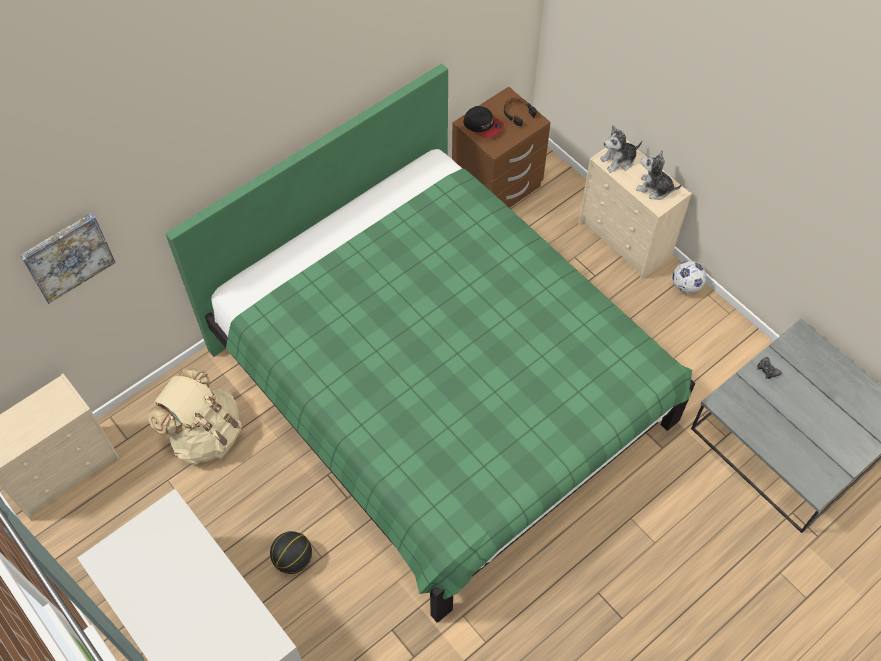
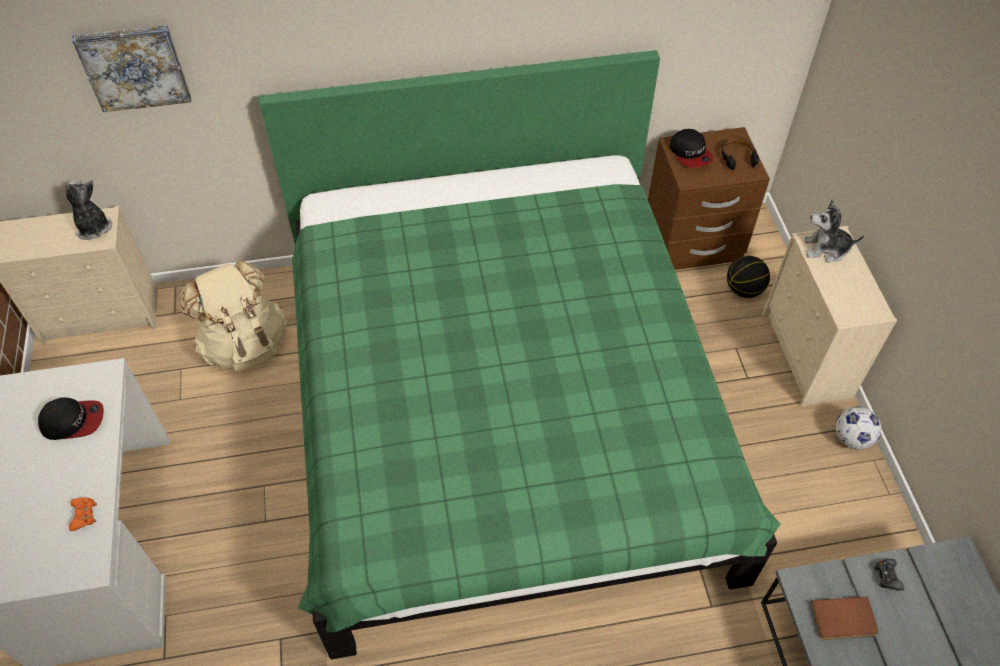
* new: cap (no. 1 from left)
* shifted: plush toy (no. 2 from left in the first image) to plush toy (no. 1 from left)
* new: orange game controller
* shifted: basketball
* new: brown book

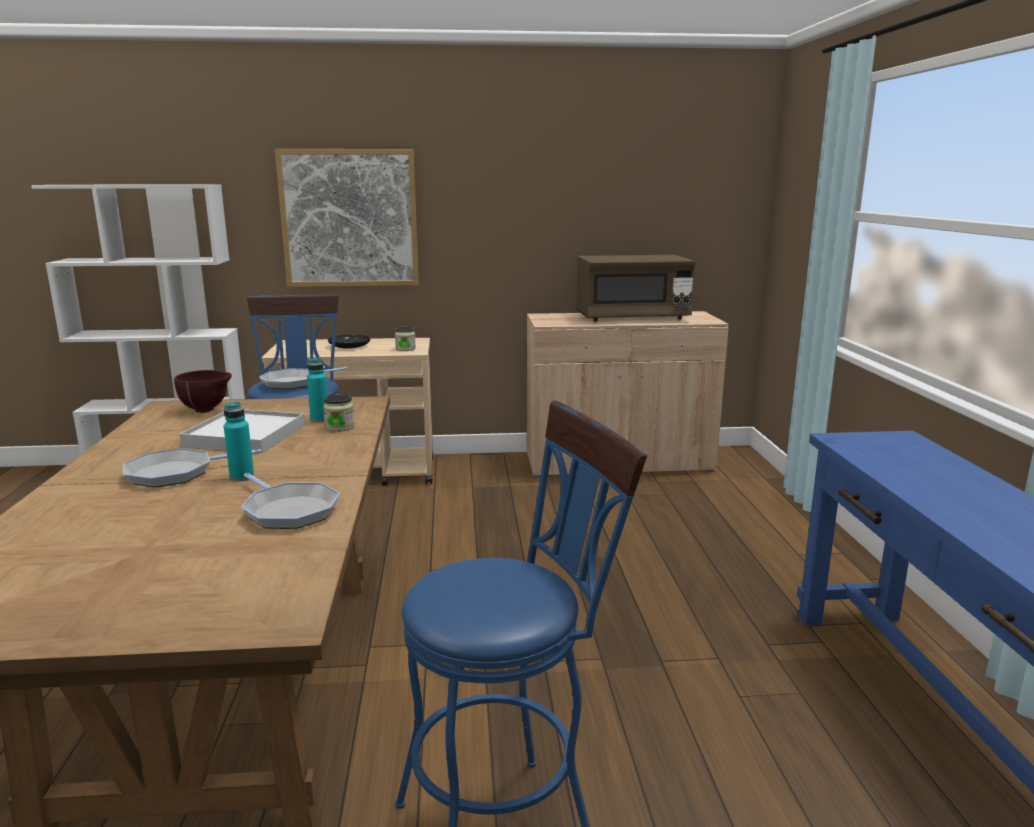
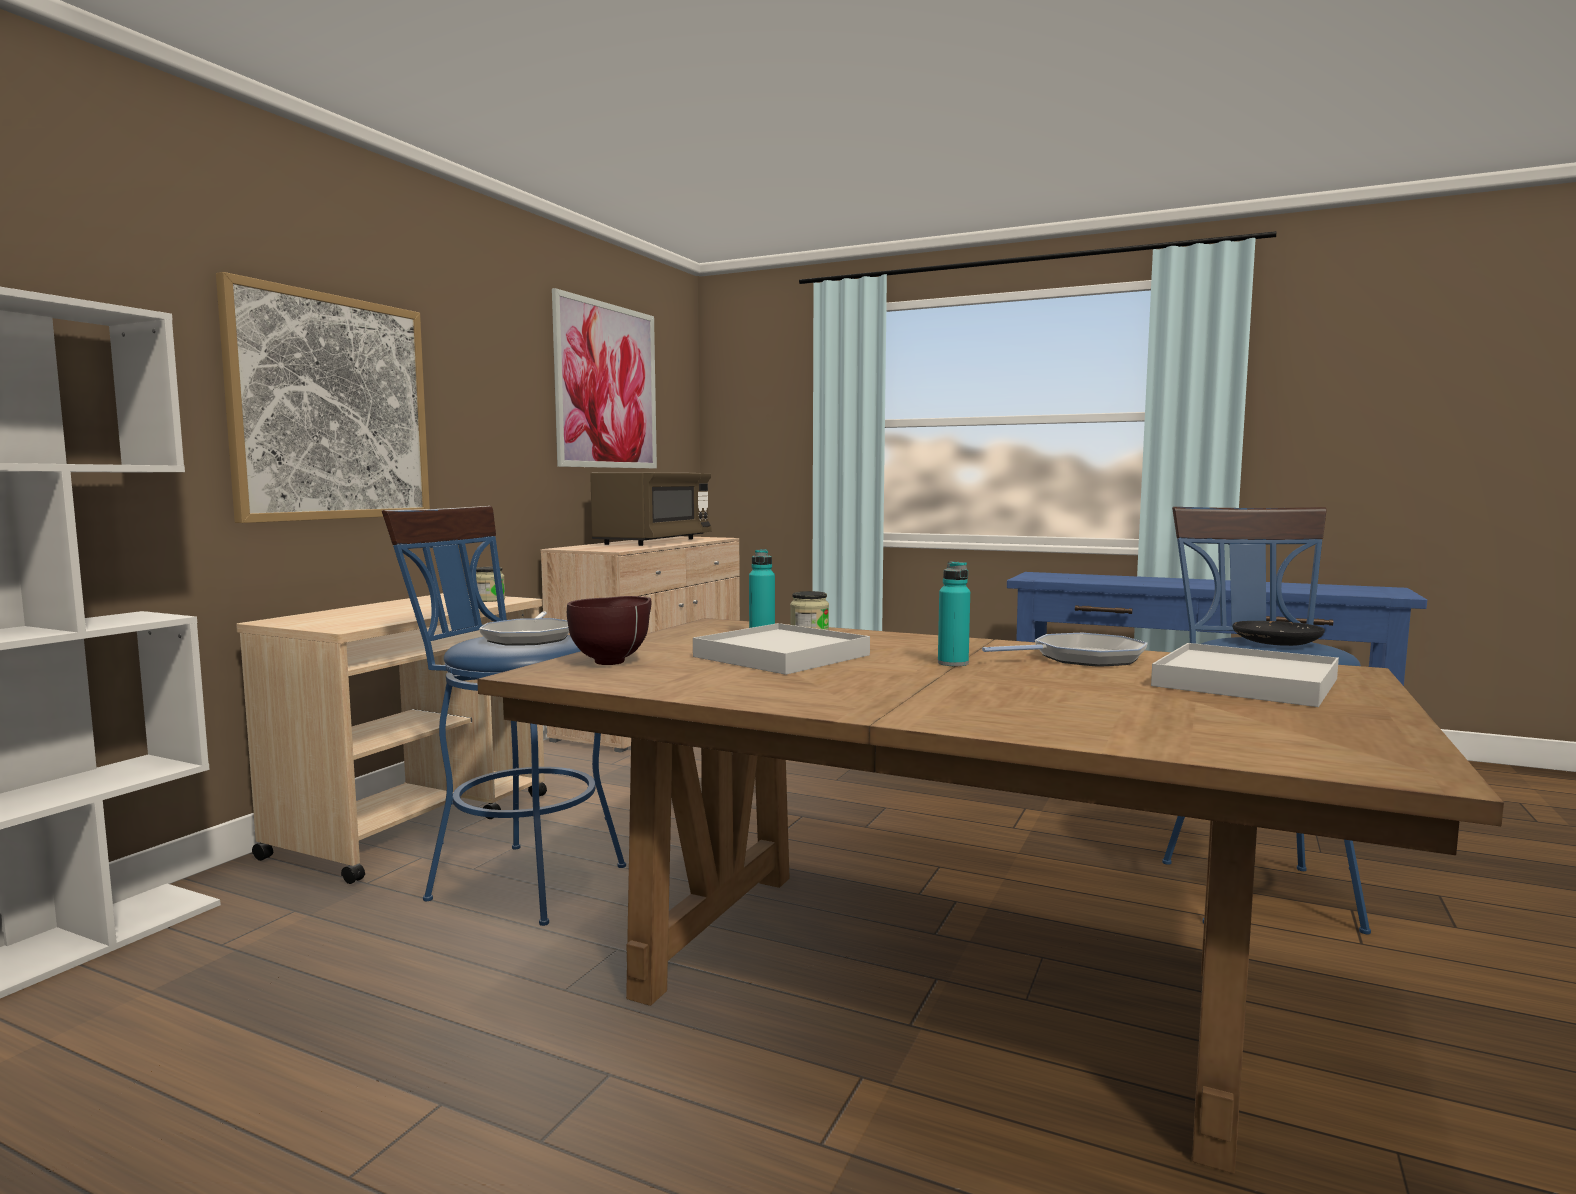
* new: picture (no. 2 from left)
* new: white tray (no. 2 from left)
* shifted: black plate
* gone: frying pan (no. 1 from left)

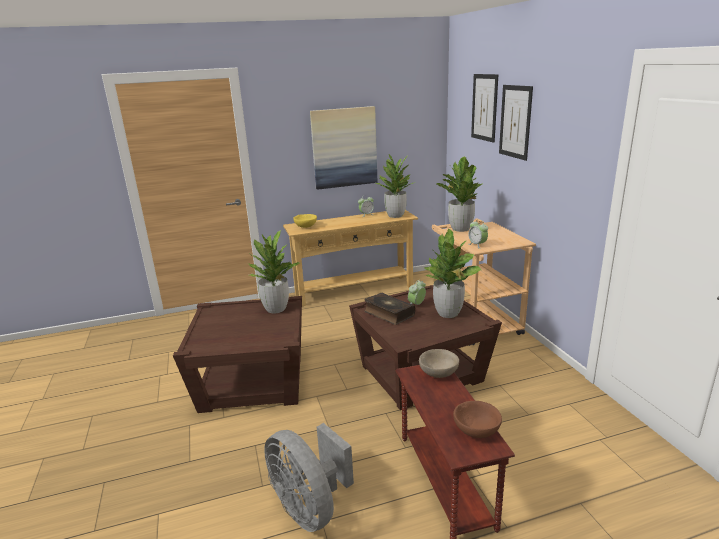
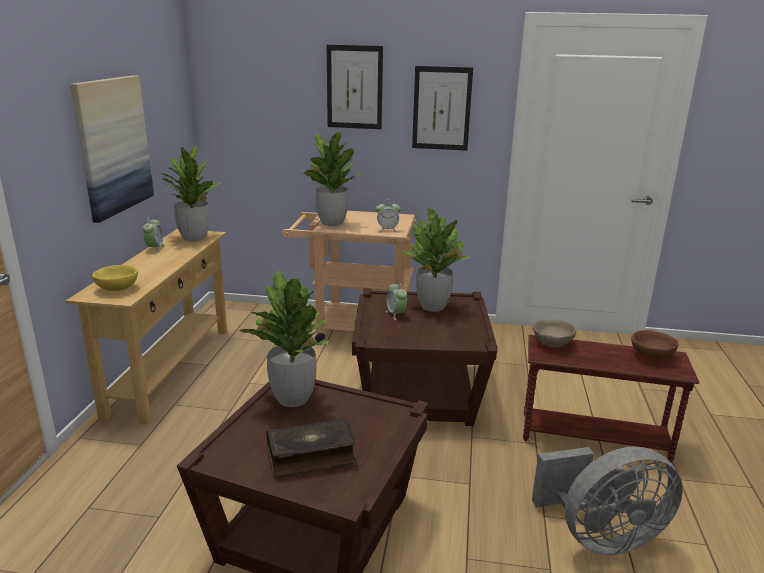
* shifted: book
* shifted: picture (no. 2 from left in the first image) to picture (no. 3 from left)

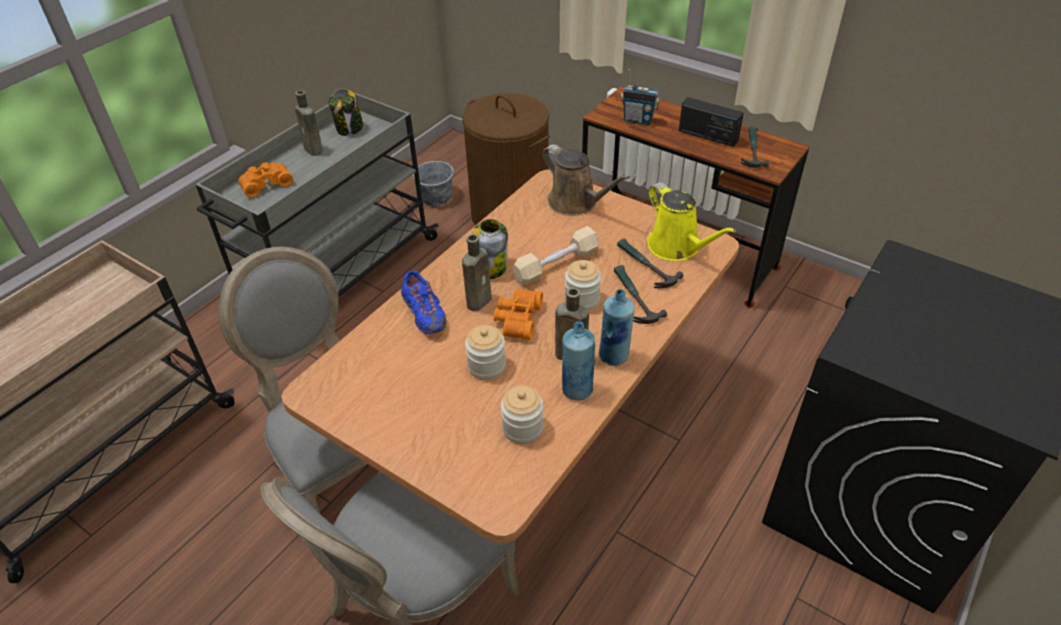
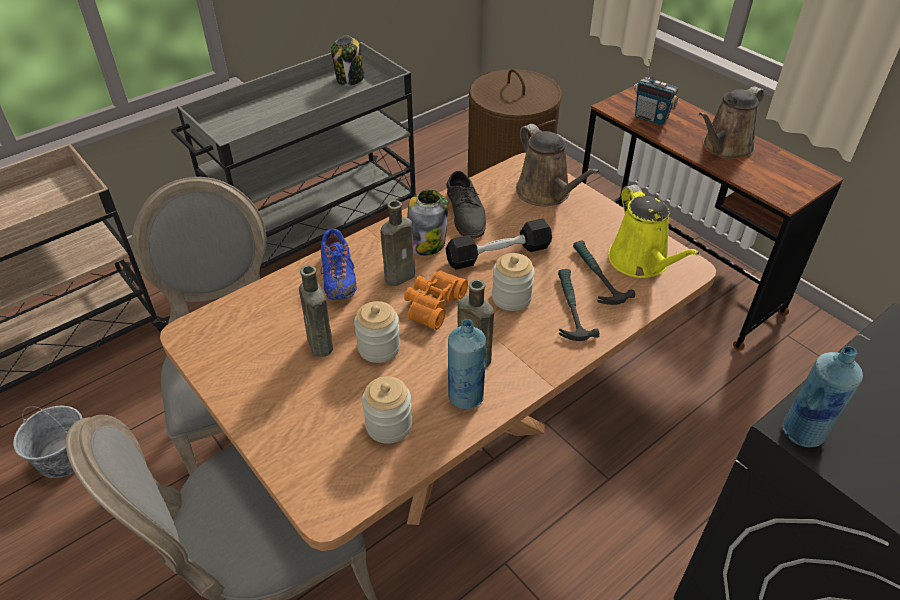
* shifted: grey bucket
* shifted: brown bottle (no. 1 from left)
* new: grey shoe
* repainted: beige dumbbell to black dumbbell
* swapped: radio (no. 2 from left) to brown watering can (no. 2 from left)
* shifted: blue bottle (no. 2 from left)
* gone: orange binoculars (no. 1 from left)
* gone: hammer (no. 3 from left)

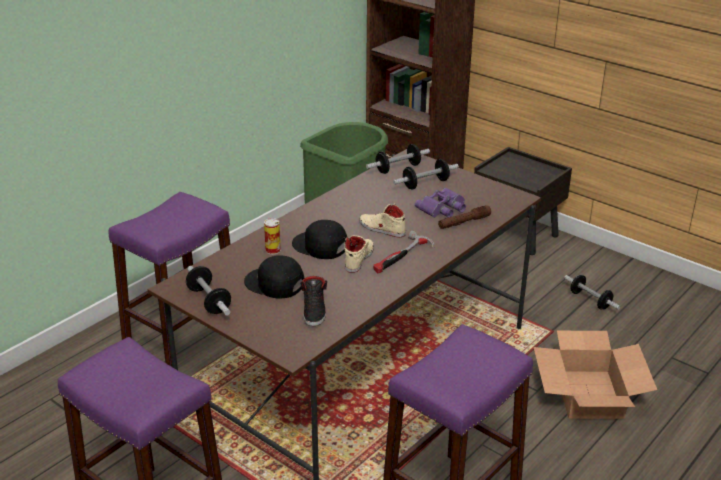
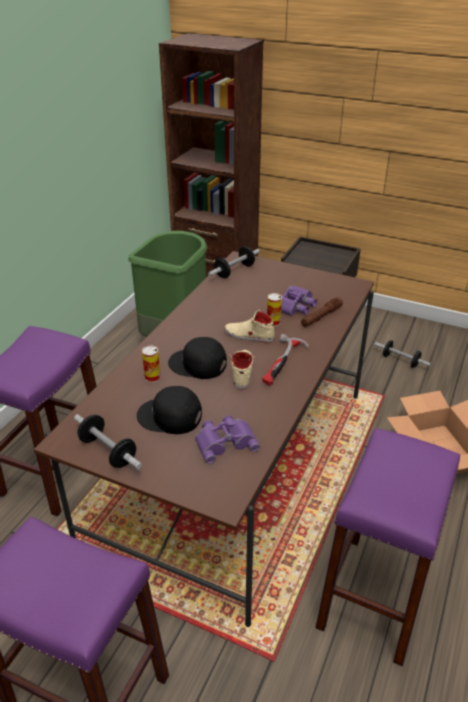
* swapped: black shoe to purple binoculars (no. 1 from left)
* new: can (no. 2 from left)
* gone: dumbbell (no. 3 from left)

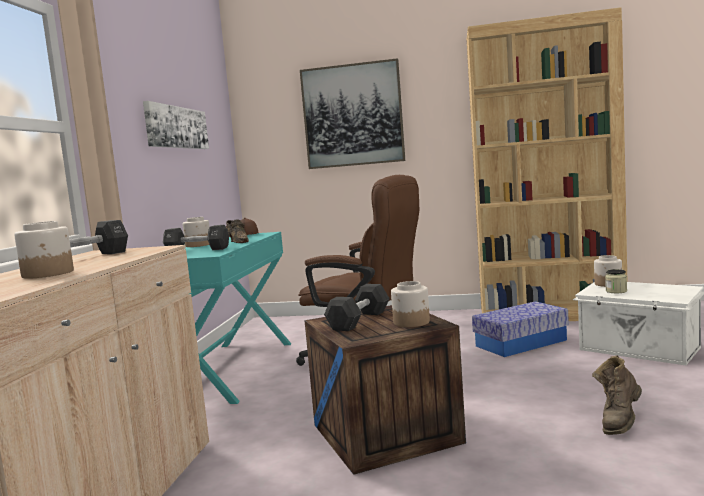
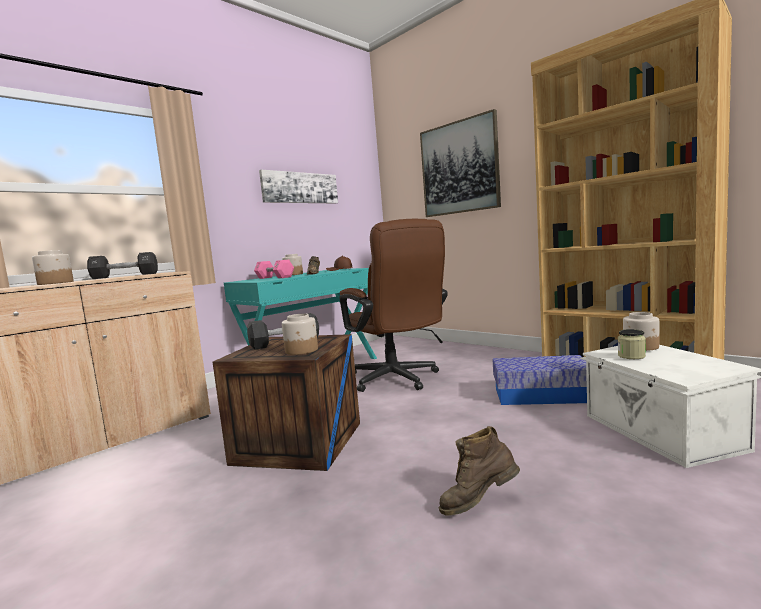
* repainted: black dumbbell (no. 2 from left) to pink dumbbell

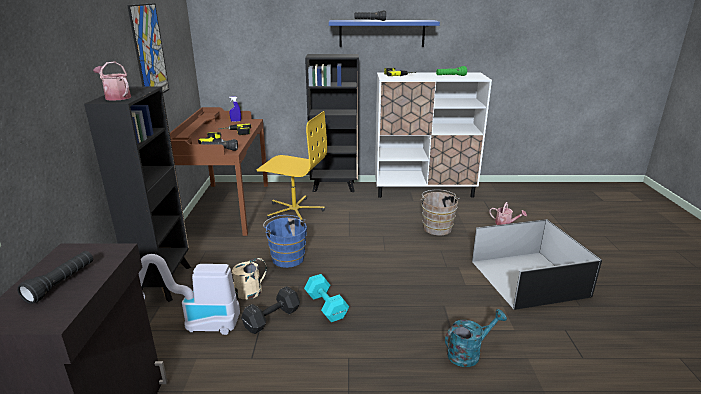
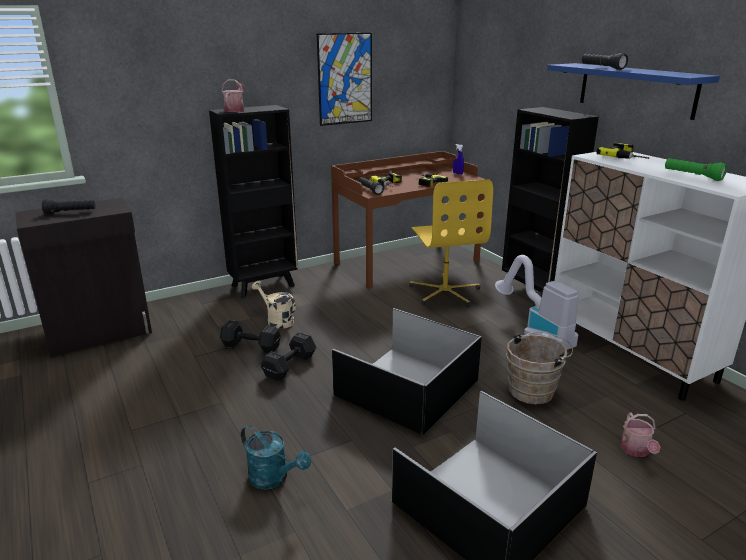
* repainted: turquoise dumbbell to black dumbbell (no. 2 from left)
* new: black storage box (no. 1 from left)
* shifted: vacuum cleaner
* gone: blue bucket

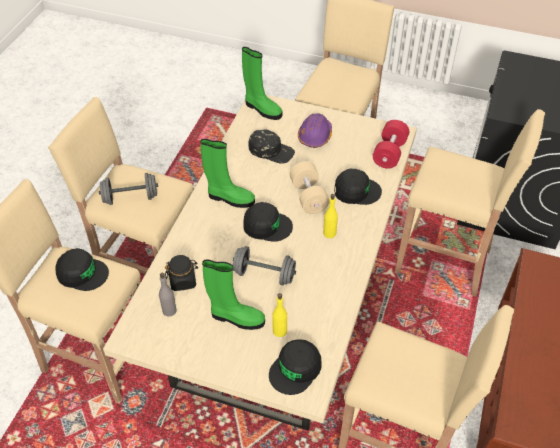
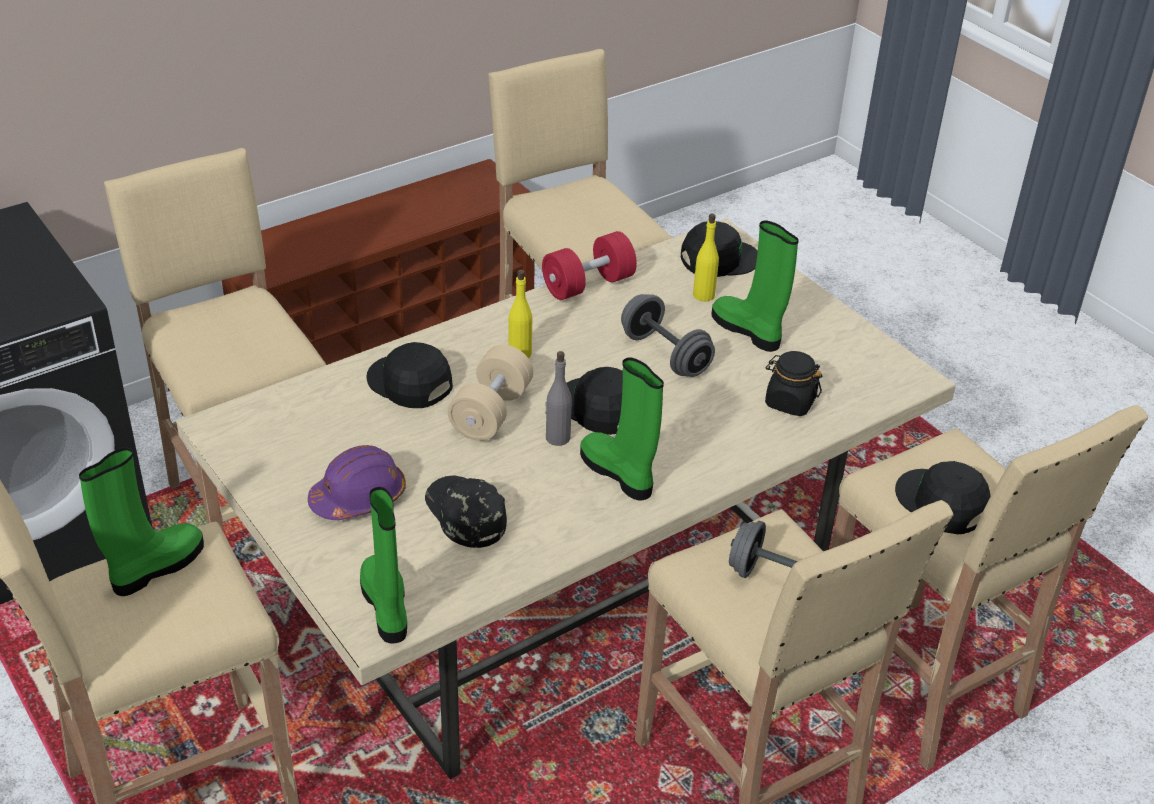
* new: green boot (no. 1 from left)
* shifted: red dumbbell
* shifted: grey bottle

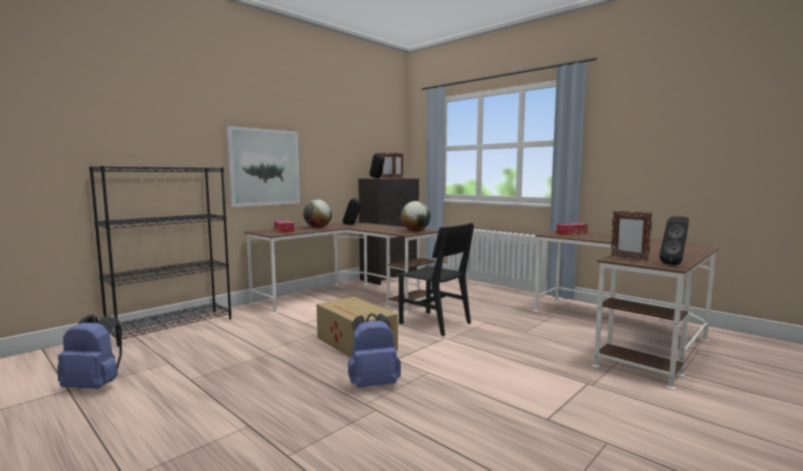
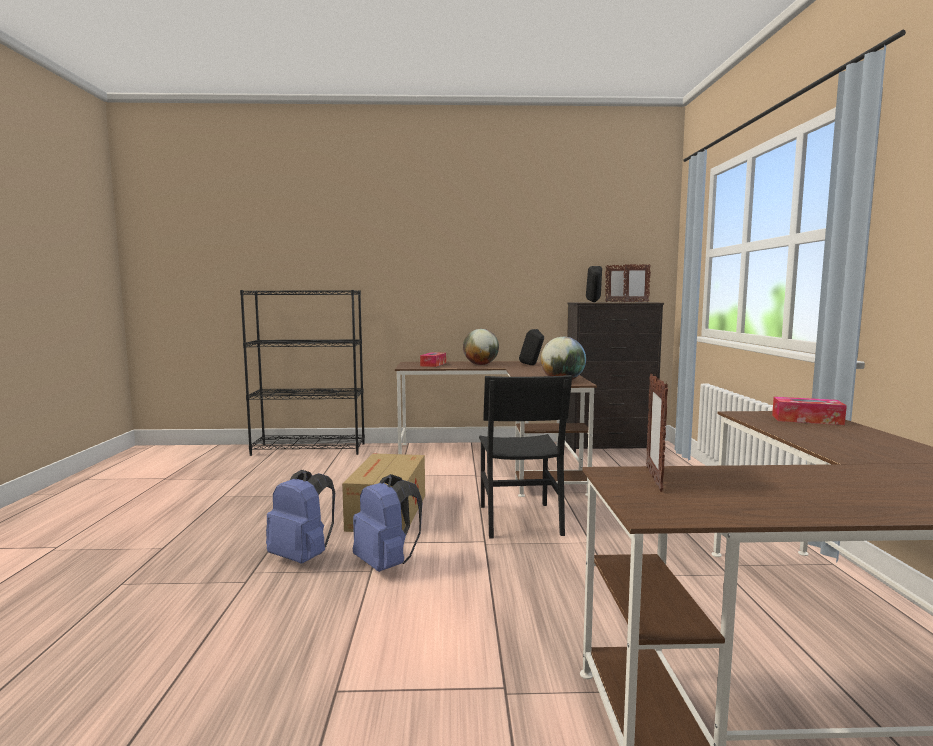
* shifted: blue backpack (no. 1 from left in the first image) to blue backpack (no. 2 from left)
* gone: picture
* gone: black speaker (no. 3 from left)

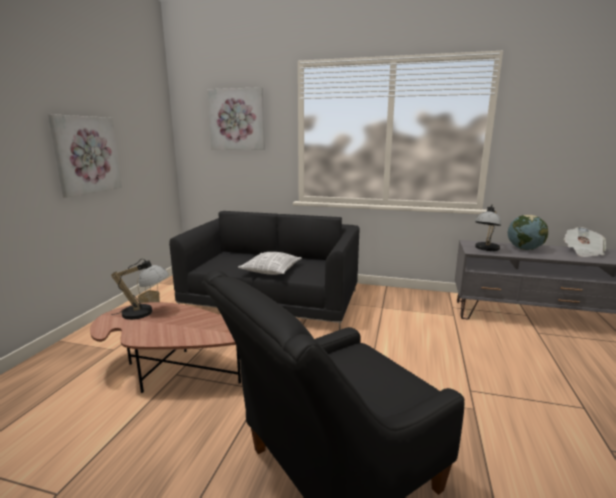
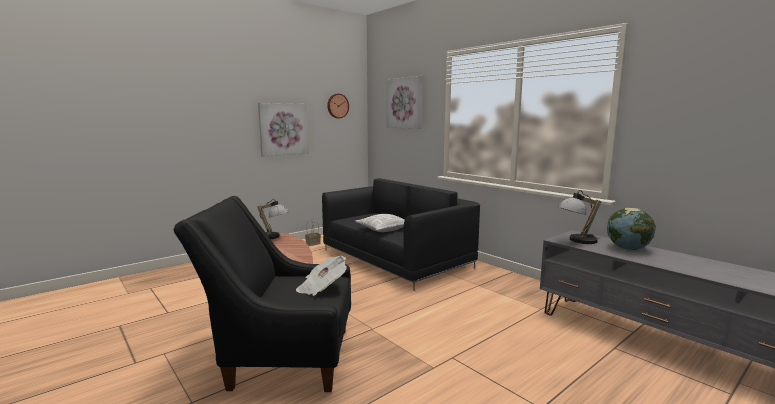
* shifted: newspaper
* new: wall clock

